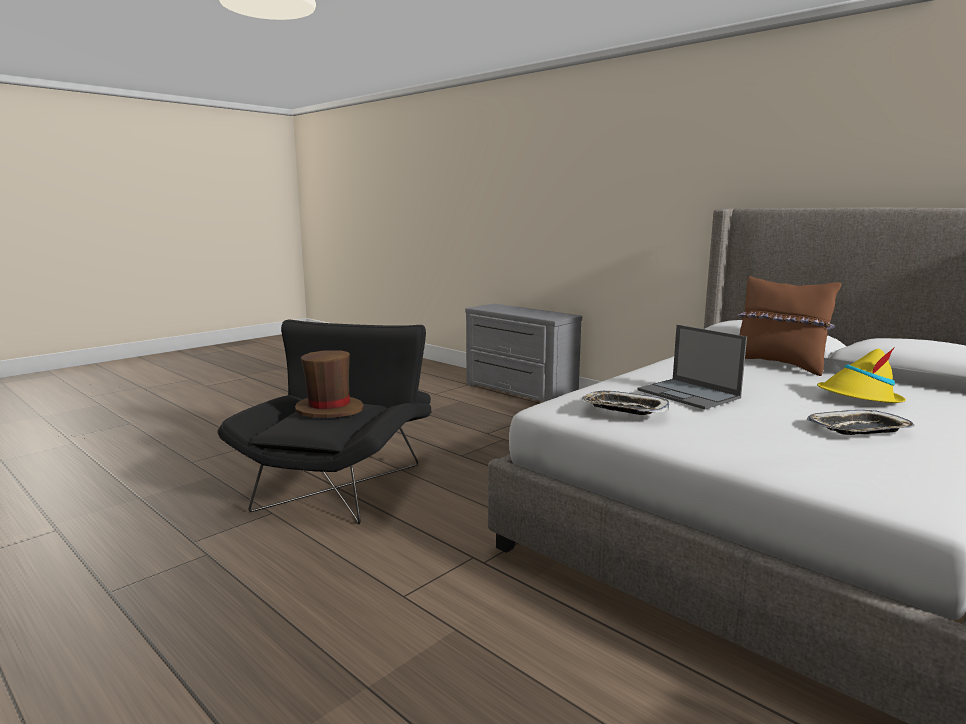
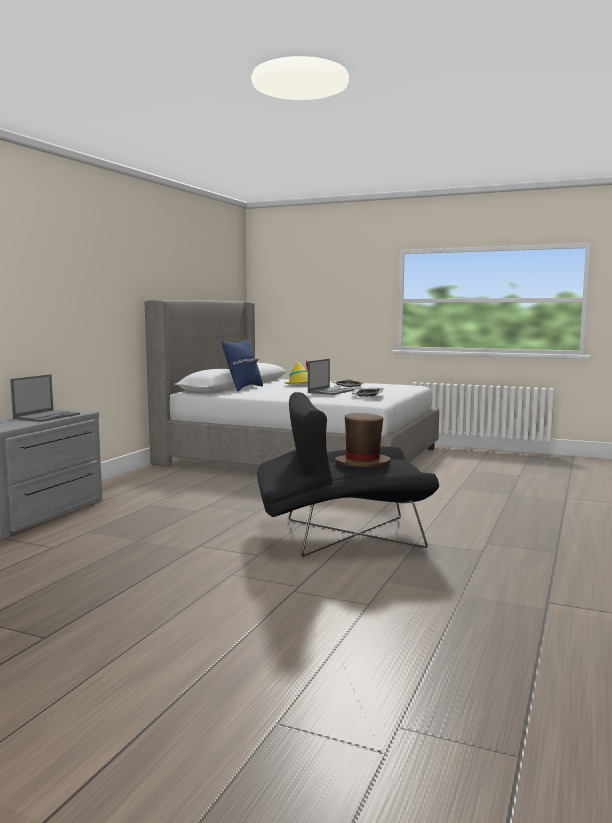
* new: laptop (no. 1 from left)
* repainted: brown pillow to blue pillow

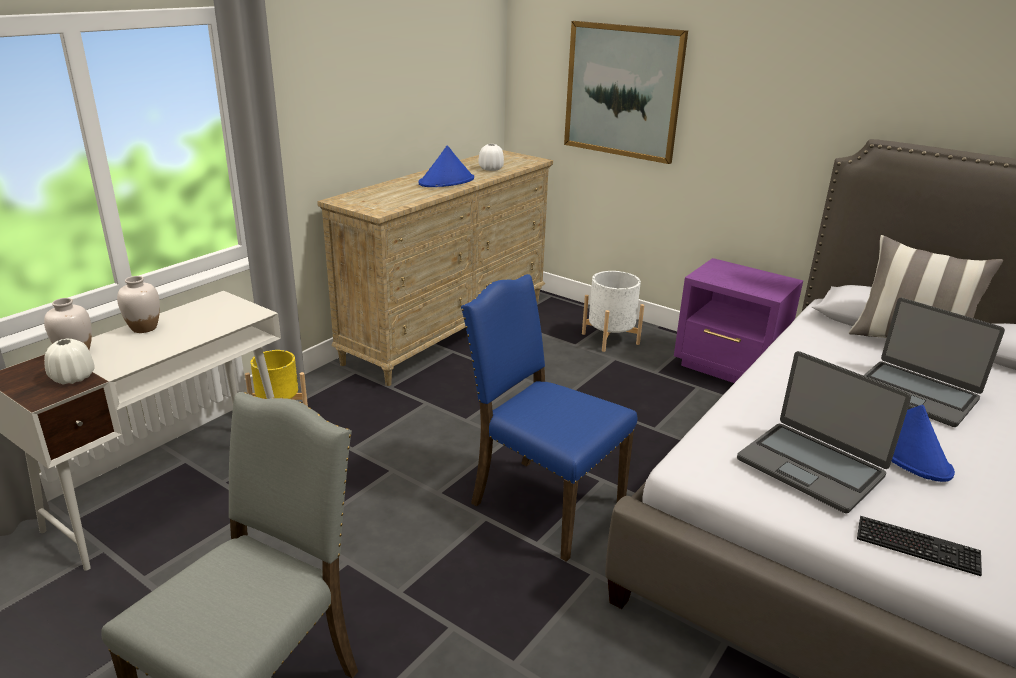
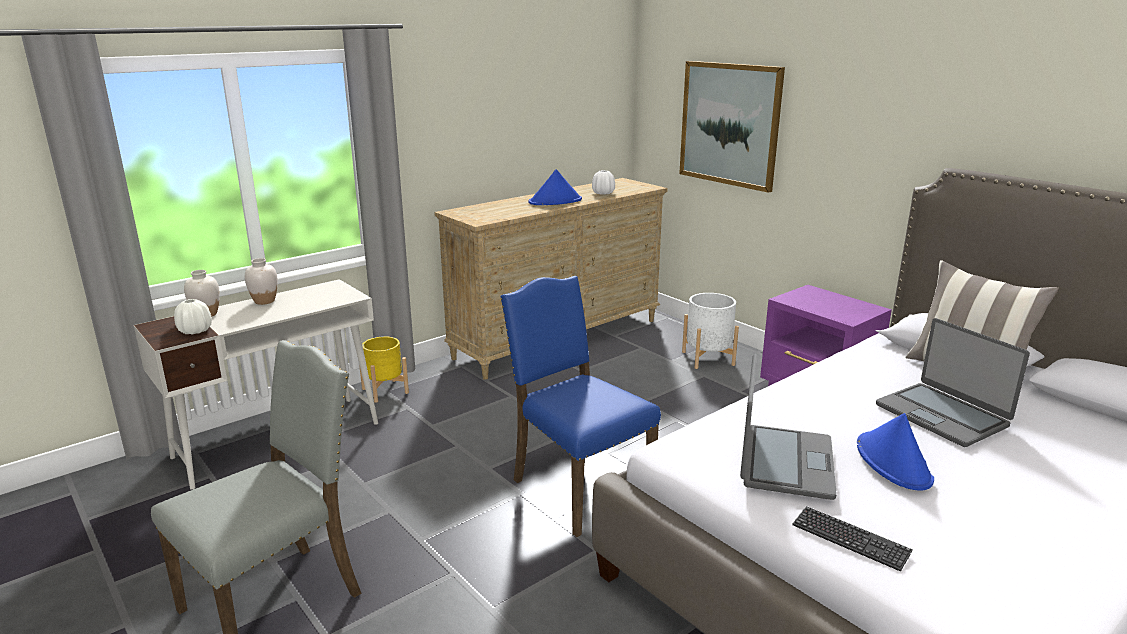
* rotated: laptop (no. 1 from left) 135 degrees counterclockwise

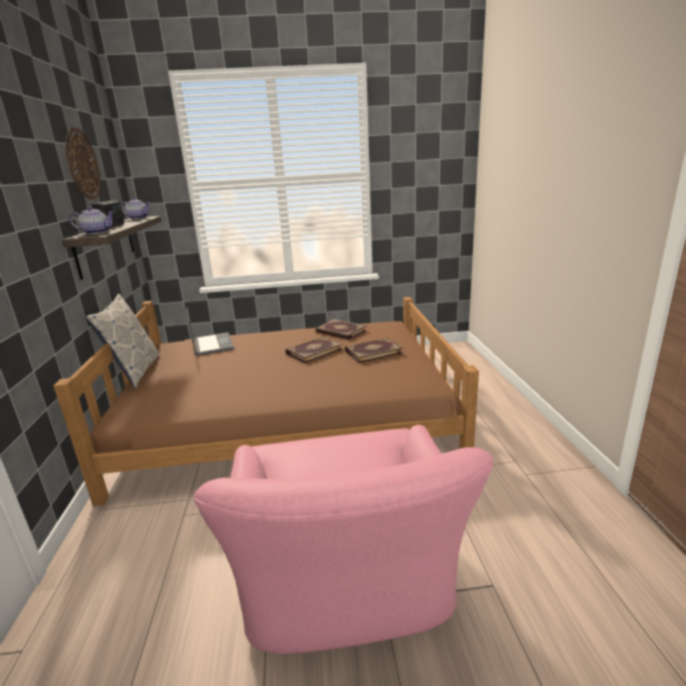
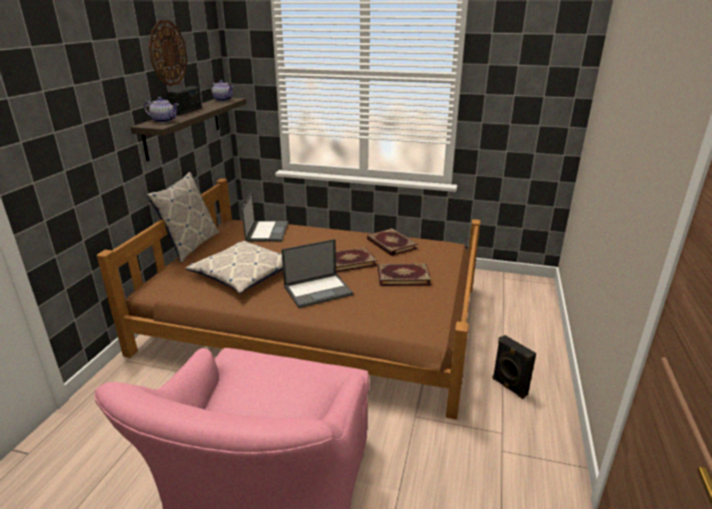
* new: pillow (no. 2 from left)
* new: laptop (no. 2 from left)
* new: black speaker

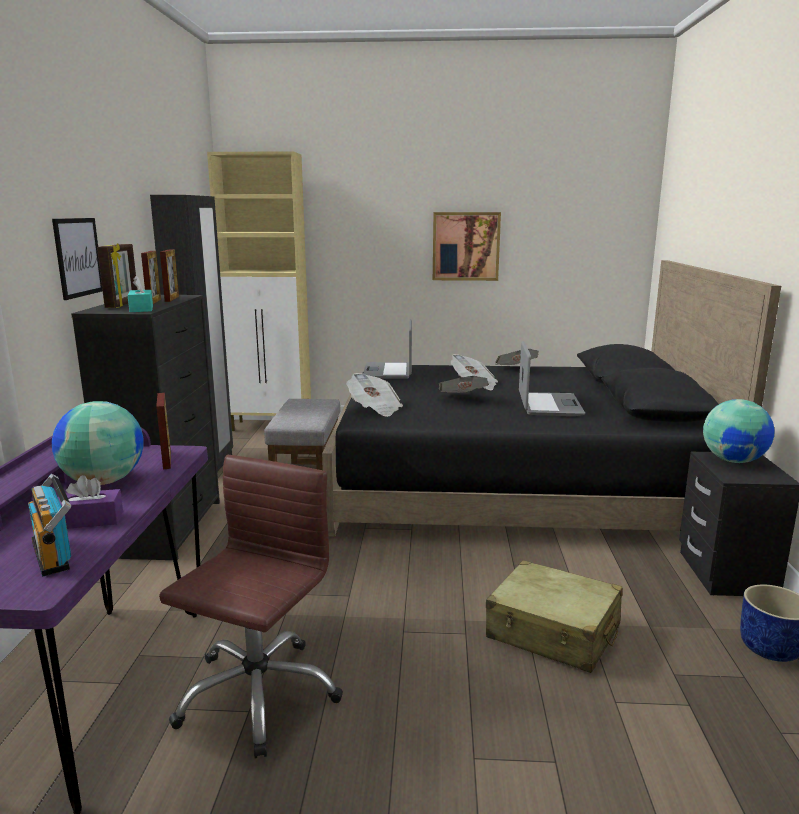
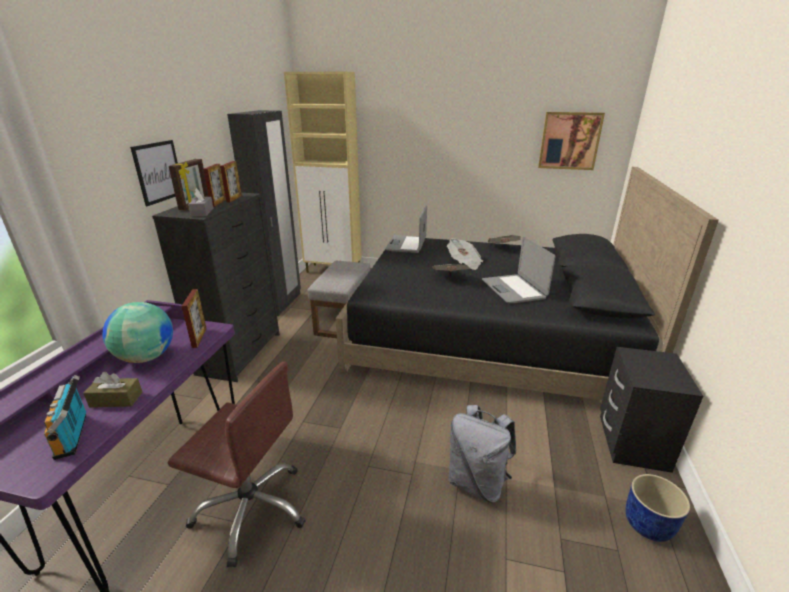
* repainted: purple tissue box to brown tissue box
* rotated: brown office chair 75 degrees clockwise
* repainted: turquoise tissue box to grey tissue box
* swapped: beige suitcase to grey backpack
* rotated: laptop (no. 2 from left) 150 degrees clockwise
* shifted: picture (no. 2 from left)
* gone: newspaper (no. 1 from left)
* gone: globe (no. 2 from left)

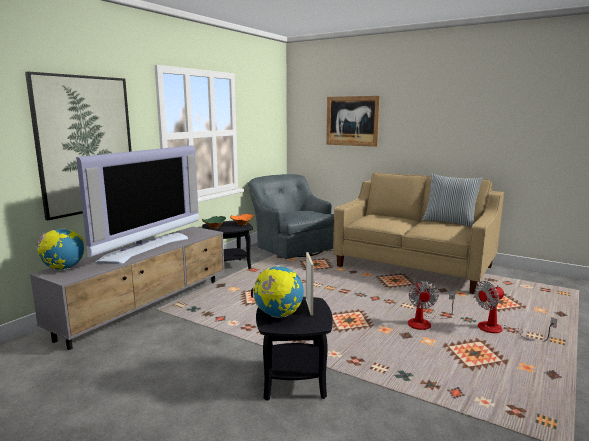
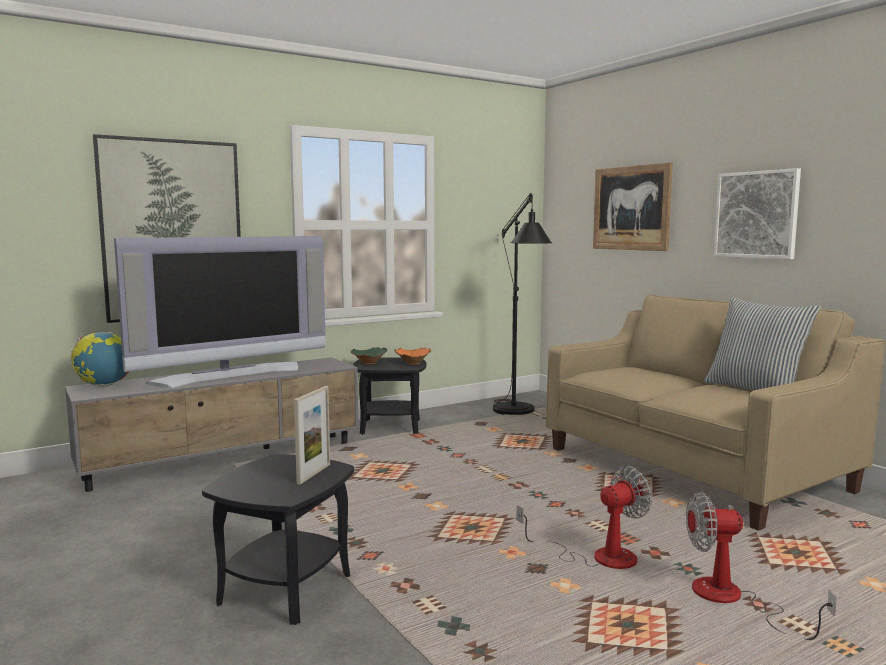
* swapped: grey armchair to black floor lamp
* rotated: fan (no. 1 from left) 150 degrees counterclockwise
* new: picture (no. 3 from left)
* gone: globe (no. 2 from left)

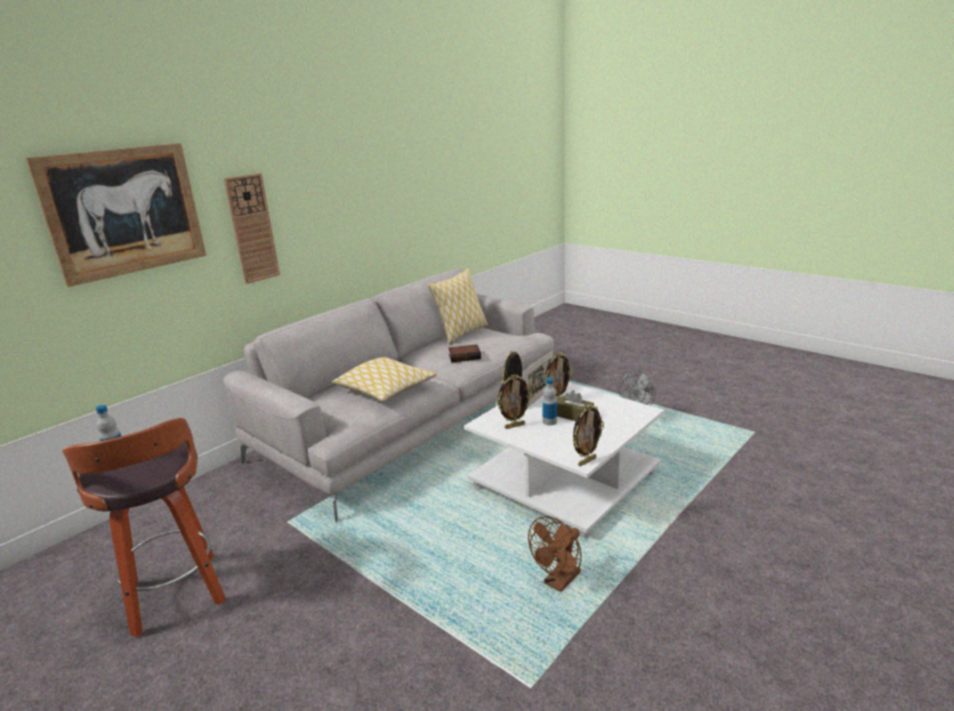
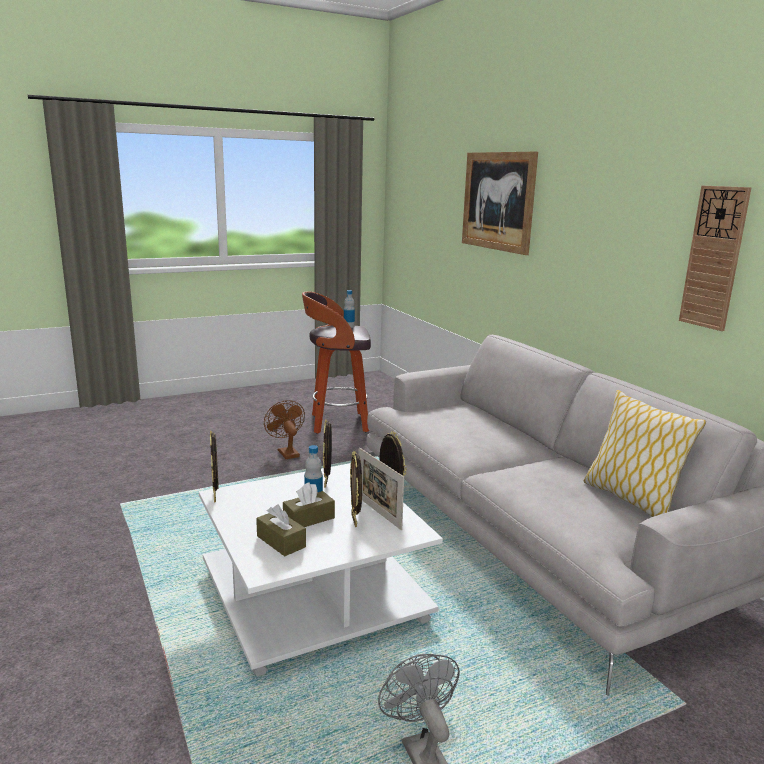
* new: brown tissue box (no. 1 from left)
* shifted: brown fan
* shifted: wall clock
* gone: pillow (no. 1 from left)
* gone: book

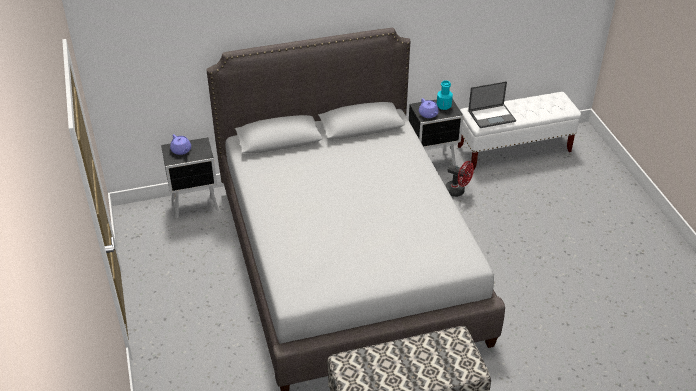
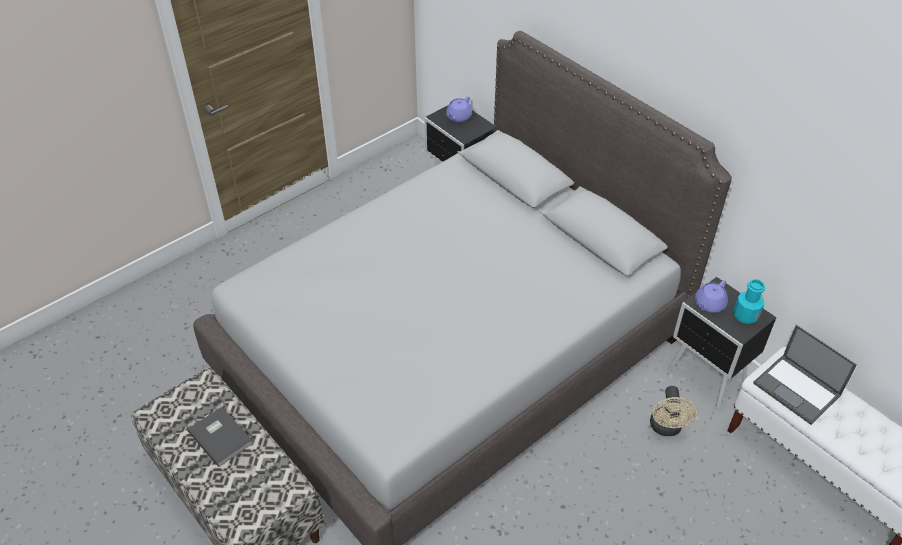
* new: grey book
* repainted: red fan to beige fan

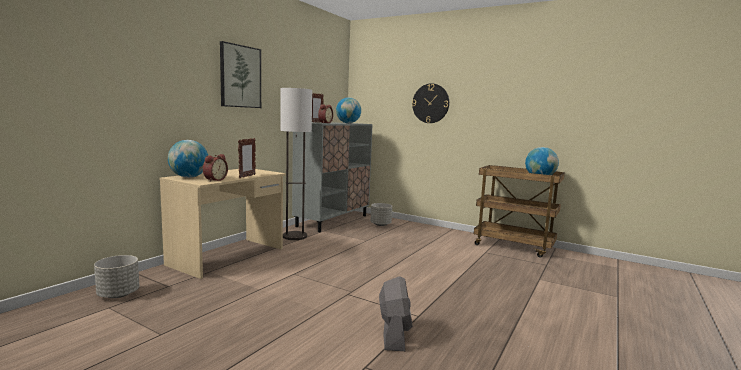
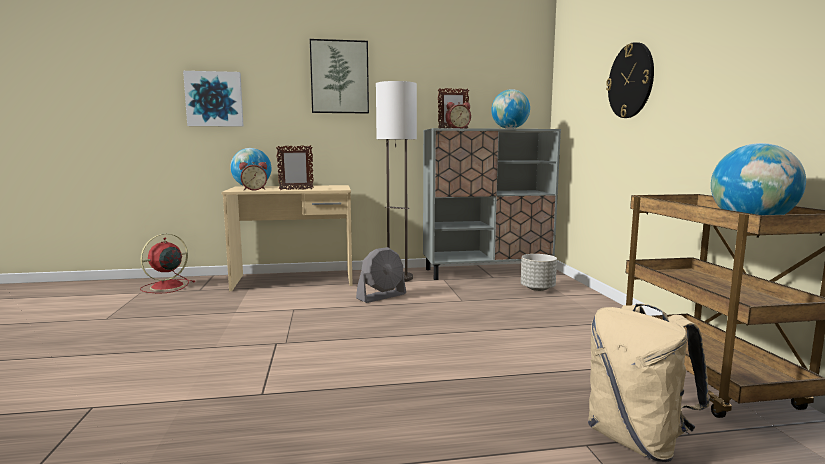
* swapped: grey planter (no. 1 from left) to red fan
* new: picture (no. 1 from left)
* shifted: grey fan
* new: beige backpack

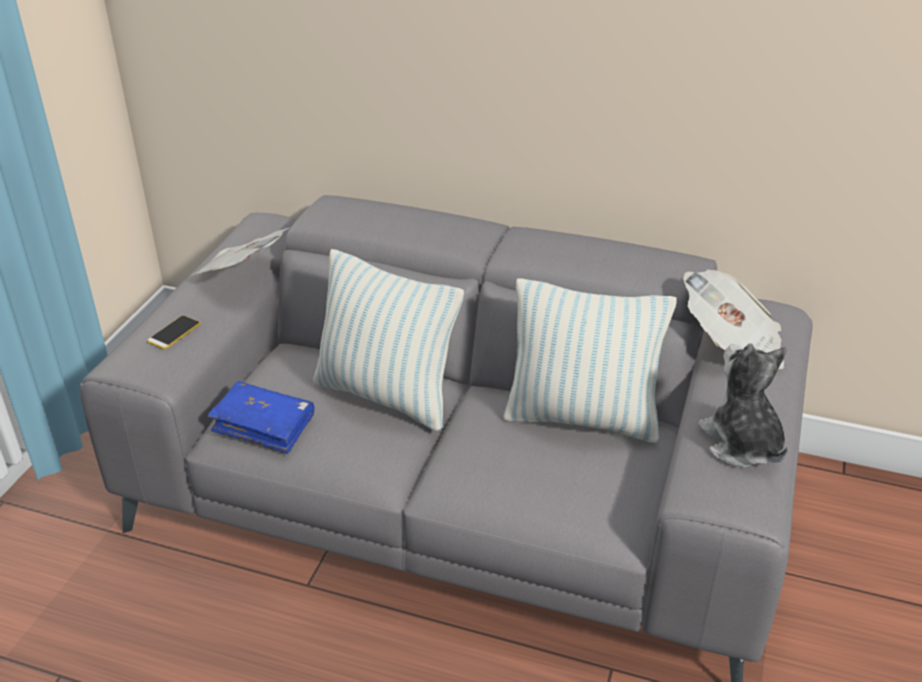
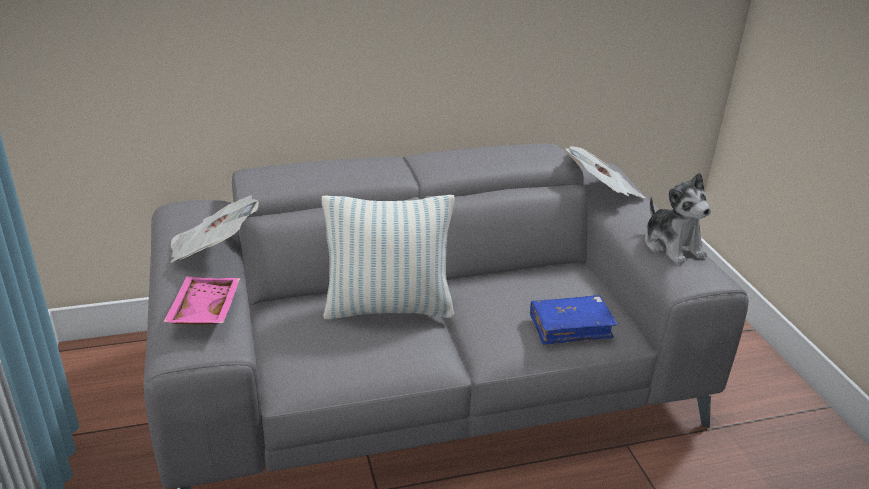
* swapped: phone to pink tray
* shifted: blue book
* rotated: plush toy 150 degrees counterclockwise
* gone: pillow (no. 2 from left)

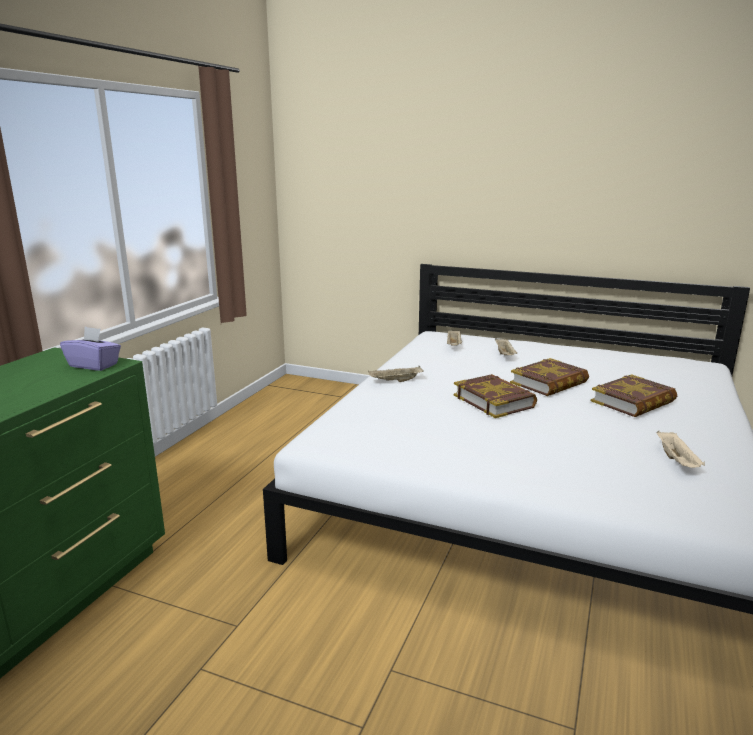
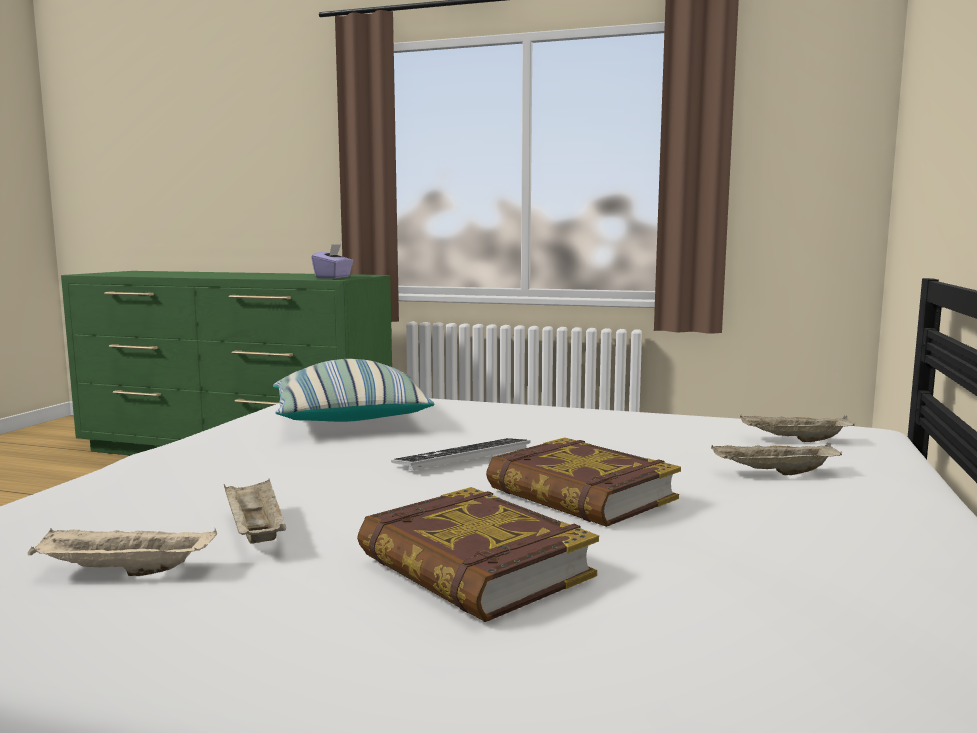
* shifted: beige tray (no. 1 from left in the first image) to beige tray (no. 2 from left)
* new: pillow
* swapped: book (no. 1 from left) to keyboard

